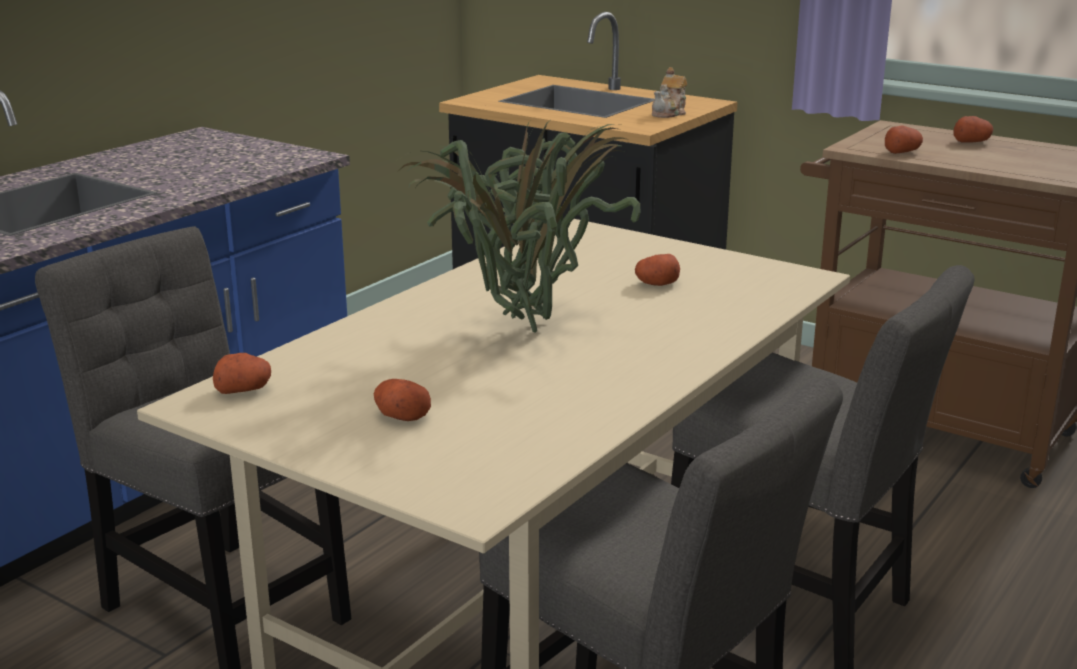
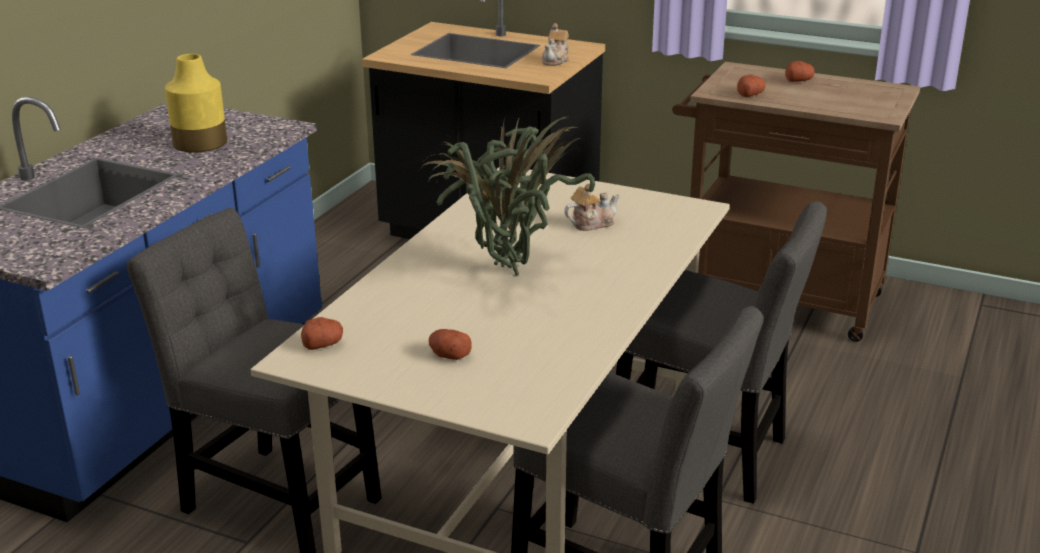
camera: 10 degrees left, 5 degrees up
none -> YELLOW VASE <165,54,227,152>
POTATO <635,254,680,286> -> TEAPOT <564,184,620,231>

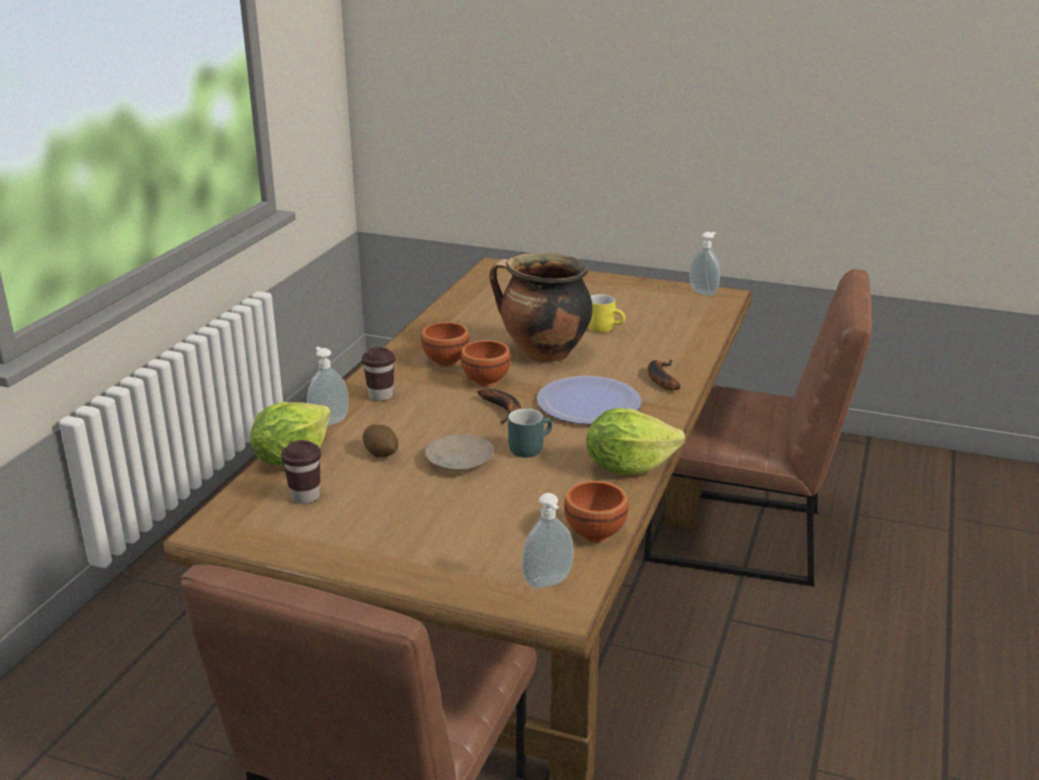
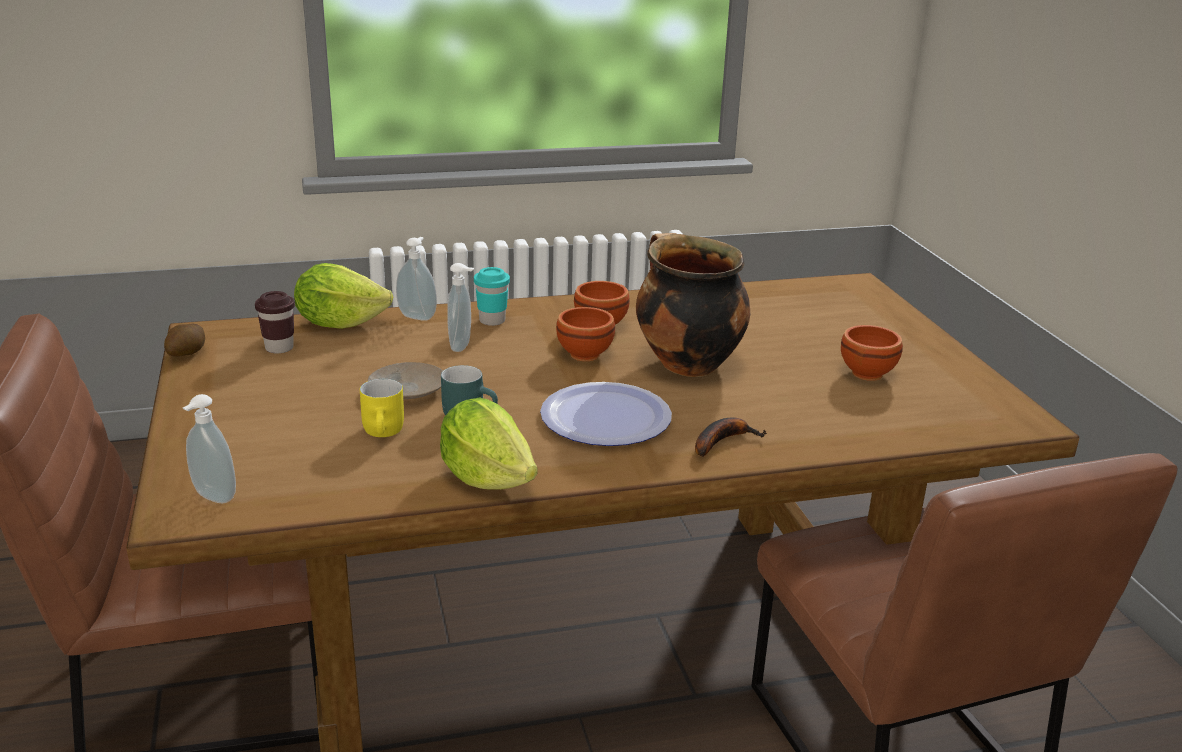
camera: 55 degrees right, 0 degrees up
BANANA <478,389,521,424> -> none
POTATO <363,425,398,458> -> POTATO <164,324,205,357>, relocated
BROWN BOWL <564,481,629,543> -> BROWN BOWL <841,325,903,381>, relocated
YELLOW MUG <588,294,625,333> -> YELLOW MUG <360,379,404,437>, relocated
SOAP DISPENSER <690,232,720,296> -> SOAP DISPENSER <447,263,474,352>, relocated
BROWN CUP <362,347,395,401> -> TURQUOISE CUP <474,267,510,326>

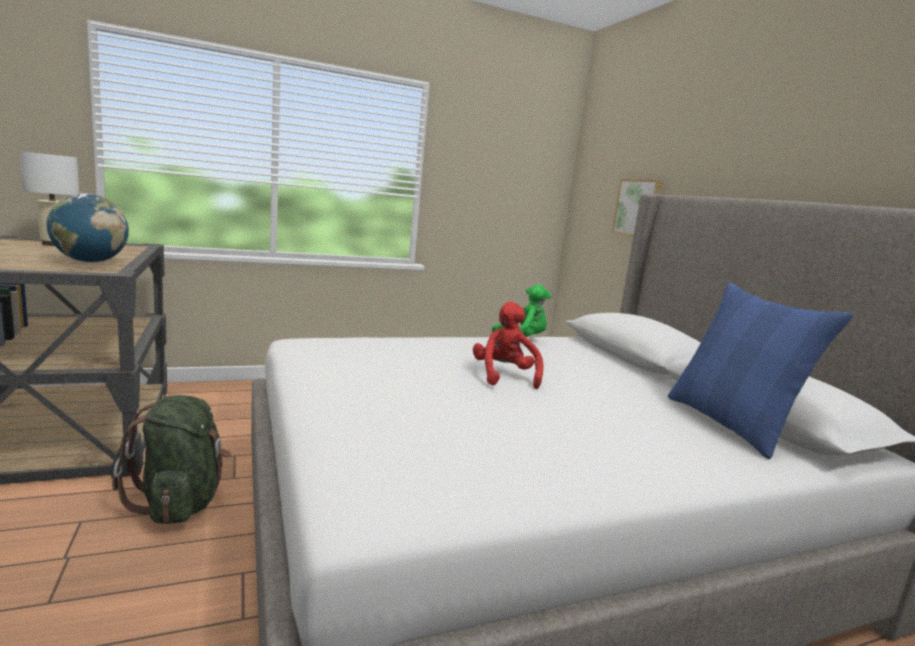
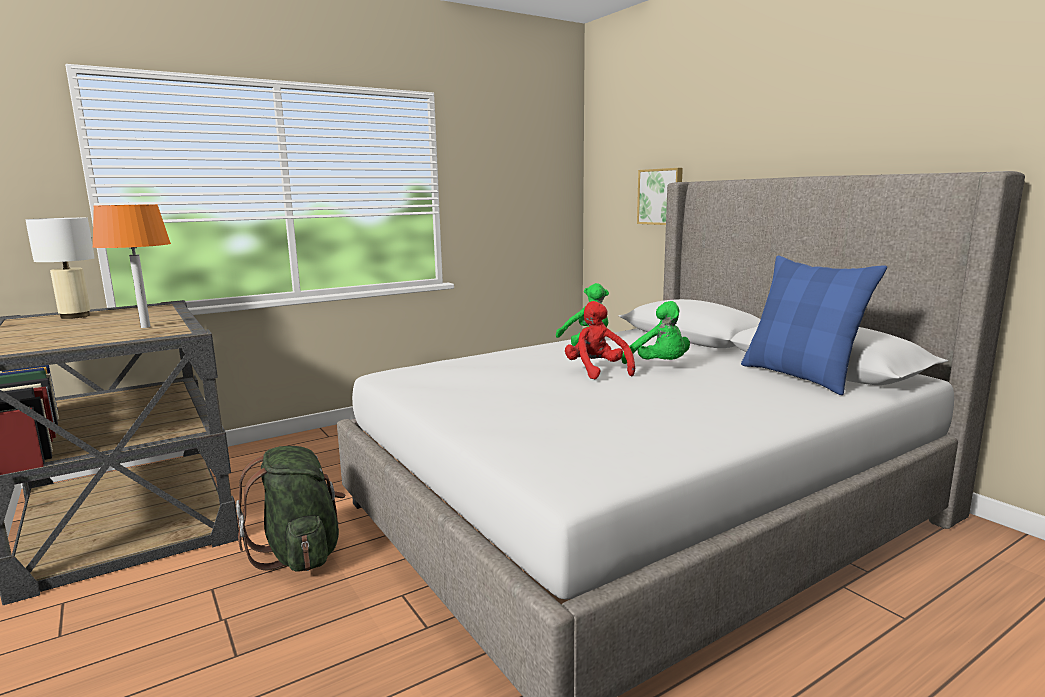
camera: 10 degrees left, 0 degrees up
none -> GREEN PLUSH TOY <621,301,690,364>
GLOBE <47,193,129,262> -> ORANGE TABLE LAMP <92,204,171,328>

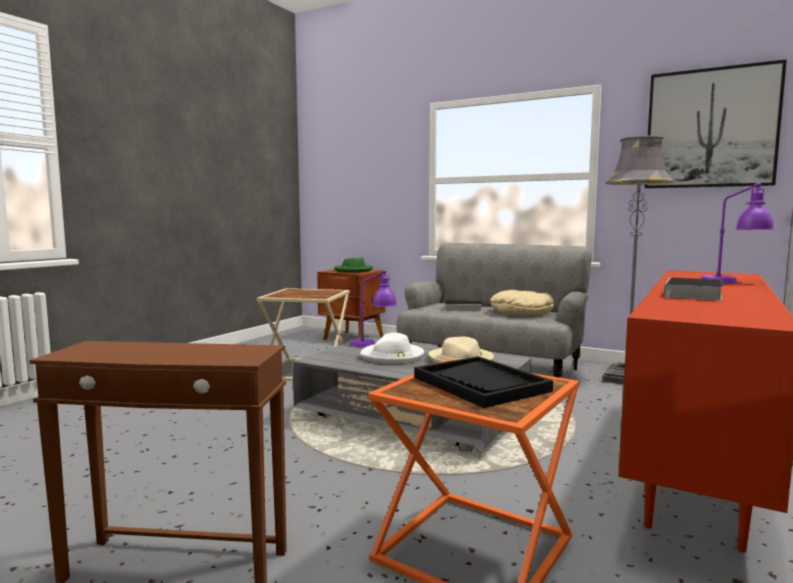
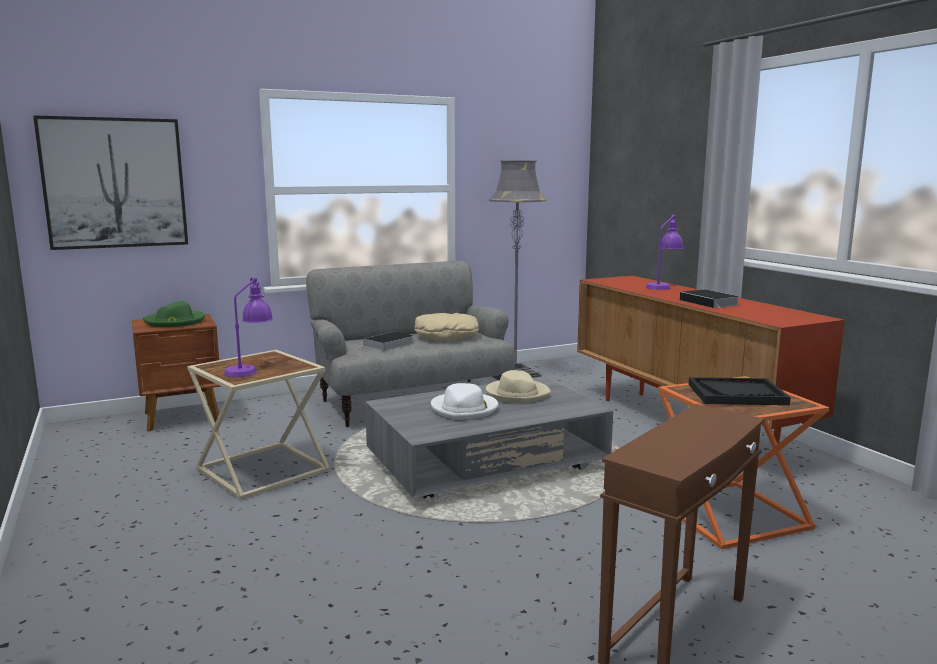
camera: 55 degrees left, 5 degrees up
PURPLE TABLE LAMP <350,270,397,348> -> PURPLE TABLE LAMP <224,277,273,377>, relocated
PICTURE <645,59,787,188> -> PICTURE <33,115,188,250>, relocated

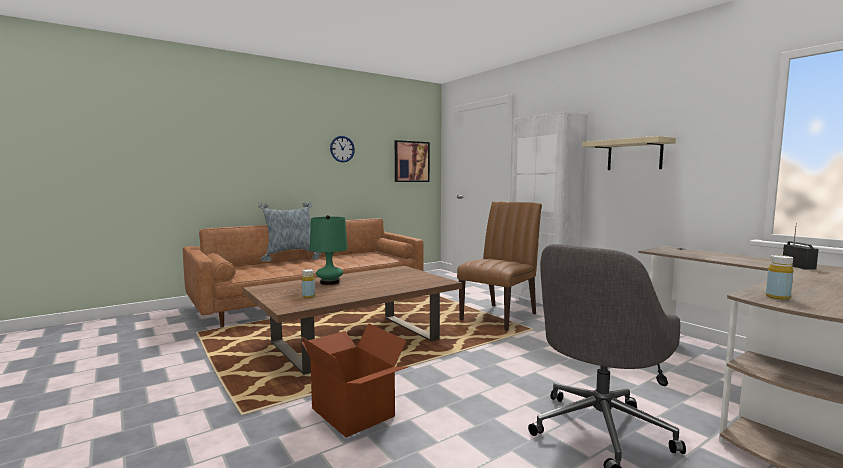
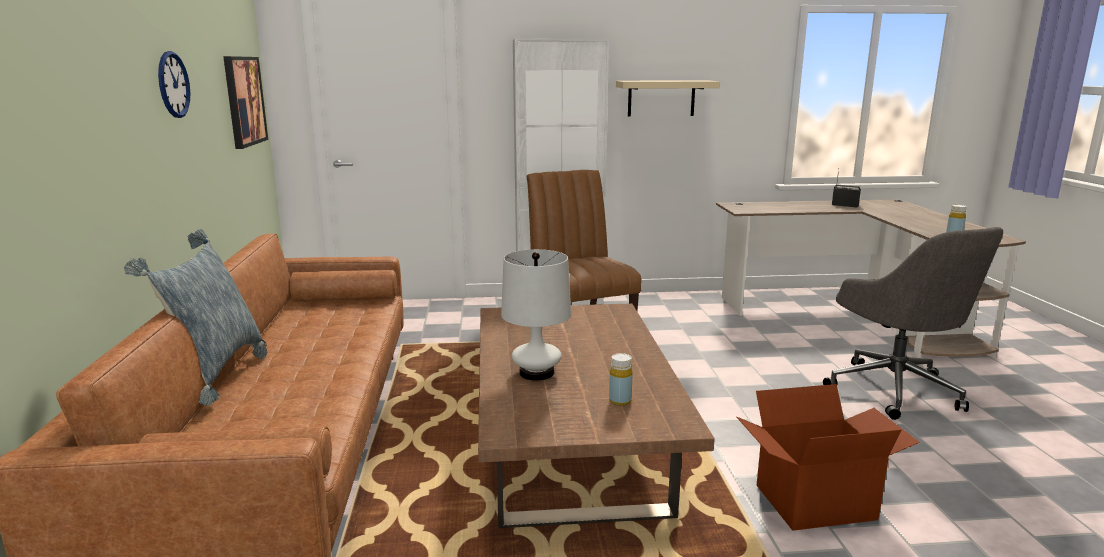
camera: 60 degrees left, 10 degrees up
GREEN TABLE LAMP <310,215,348,285> -> WHITE TABLE LAMP <501,249,571,381>

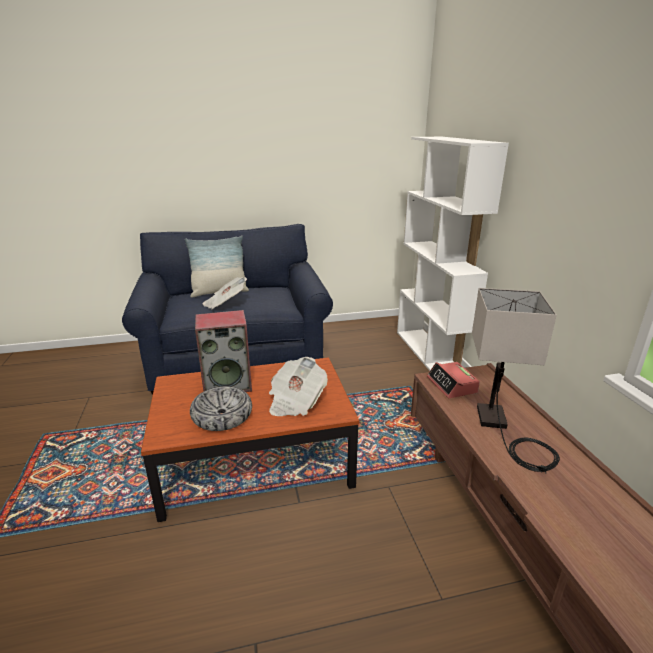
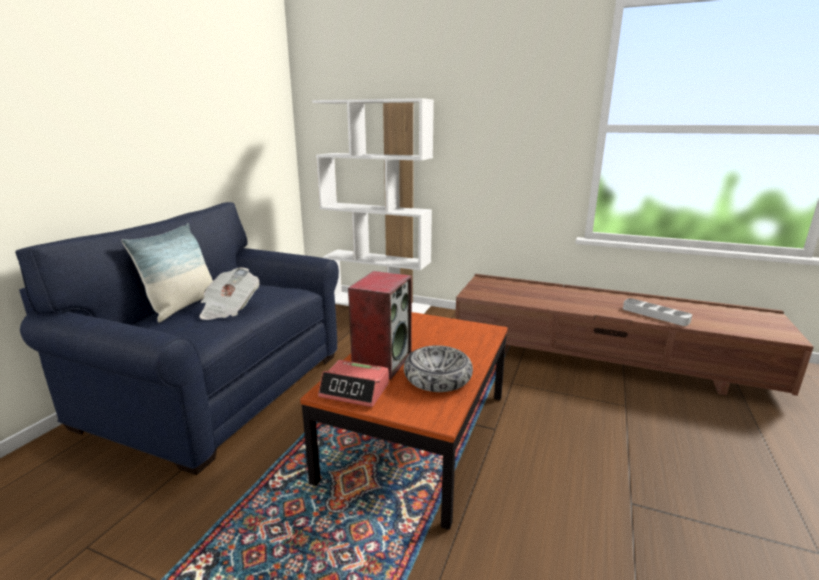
camera: 55 degrees left, 5 degrees down
NEWSPAPER <269,357,328,416> -> none
TABLE LAMP <472,288,560,474> -> none
none -> GREY TRAY <623,298,692,326>
ALARM CLOCK <427,362,480,398> -> ALARM CLOCK <318,360,389,407>, relocated

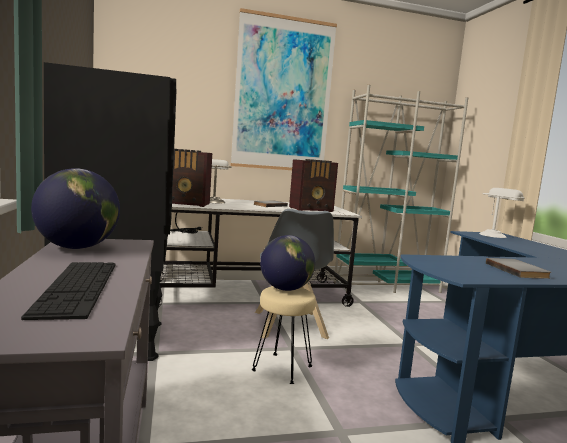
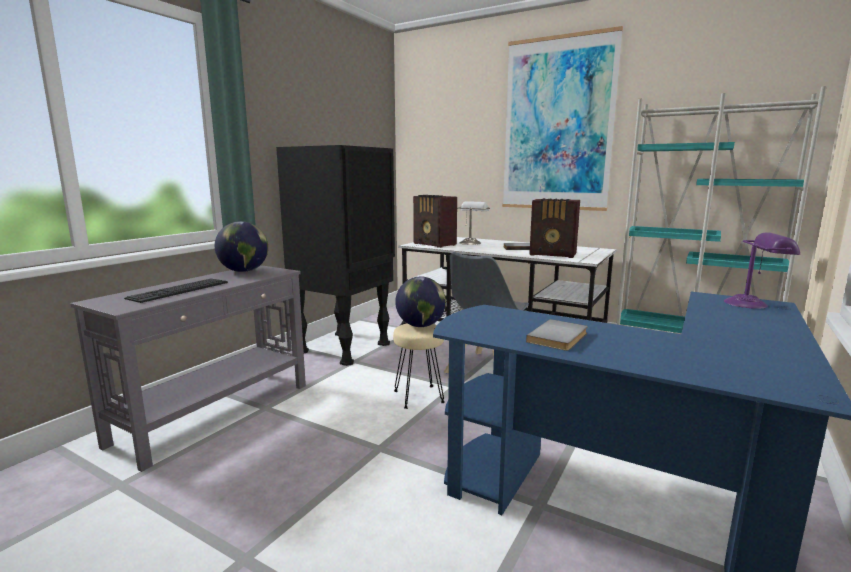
camera: 45 degrees right, 5 degrees up
WHITE TABLE LAMP <479,188,525,238> -> PURPLE TABLE LAMP <724,232,800,309>

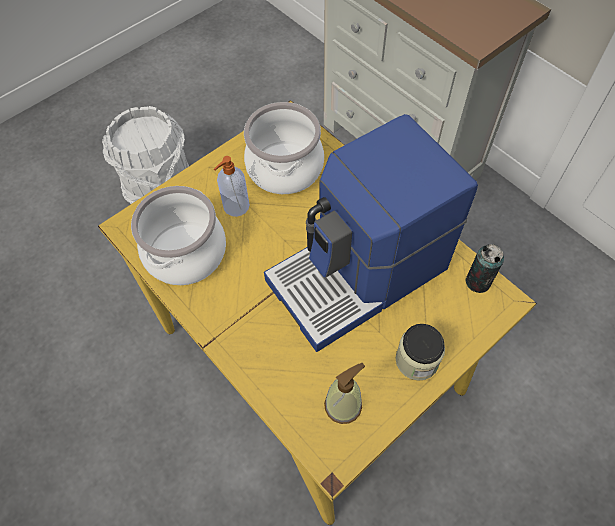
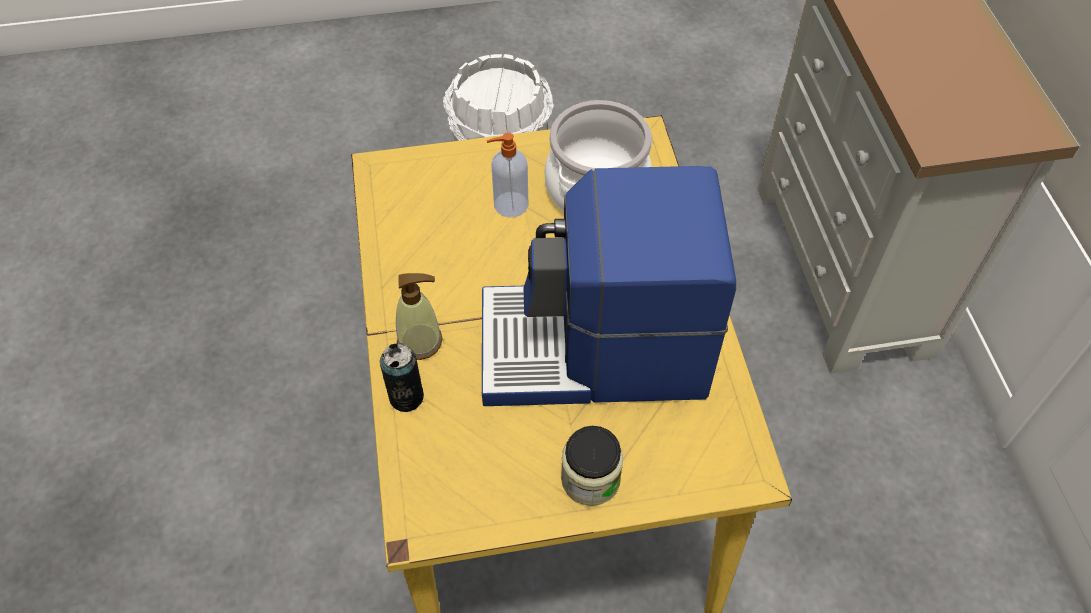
camera: 30 degrees right, 5 degrees down
COOKING POT <131,186,226,285> -> none
SOAP DISPENSER <324,363,365,424> -> SOAP DISPENSER <396,273,443,360>, relocated
CAN <465,244,504,293> -> CAN <380,343,424,412>, relocated

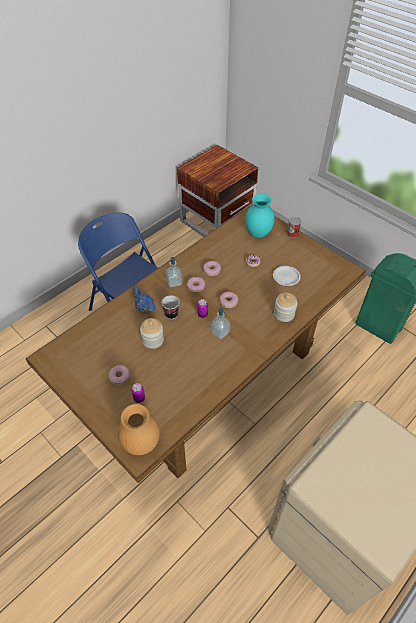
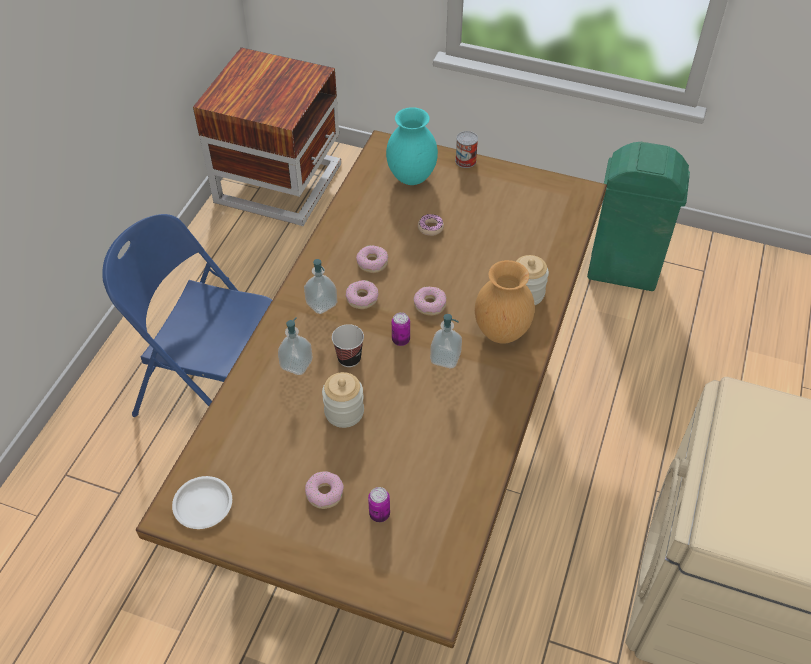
camera: 25 degrees left, 0 degrees up
BROWN VASE <118,404,160,455> -> BROWN VASE <475,260,535,344>, relocated
WHITE PLATE <273,266,301,286> -> WHITE PLATE <172,476,232,529>, relocated
BLUE TEAPOT <133,286,156,313> -> SOAP DISPENSER <278,318,312,375>

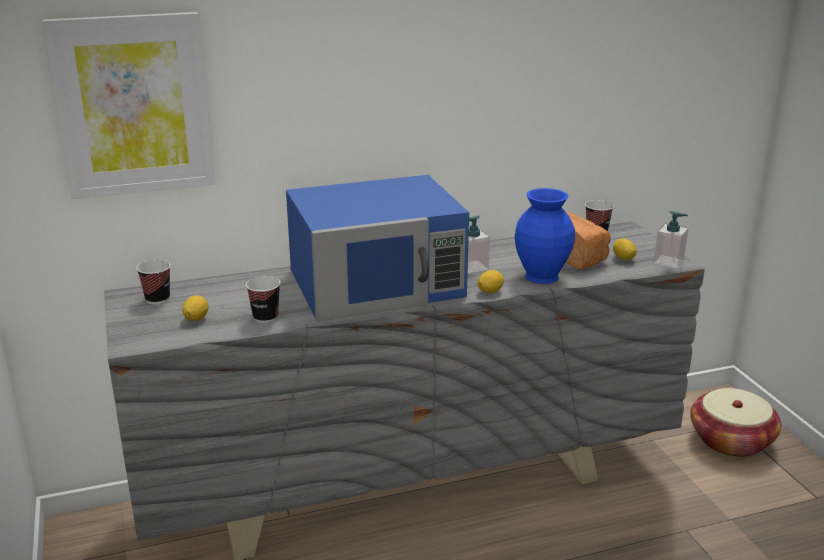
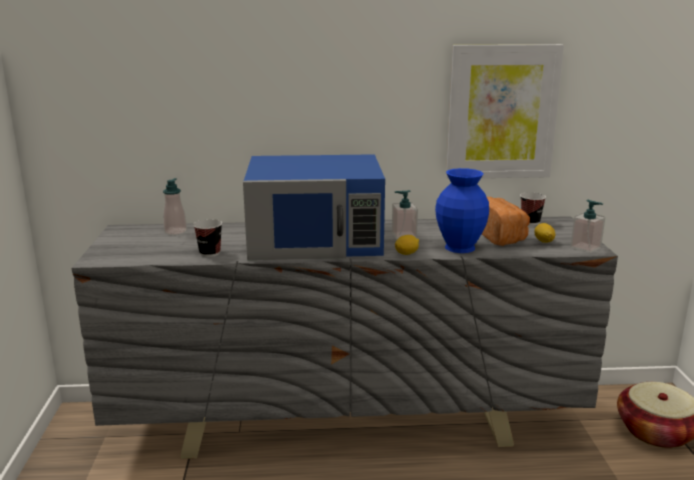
camera: 15 degrees right, 5 degrees down
CUP <136,260,170,304> -> none
LEMON <182,295,209,321> -> none
none -> SOAP DISPENSER <163,178,187,235>
PICTURE <42,12,215,199> -> PICTURE <446,44,564,179>, relocated

